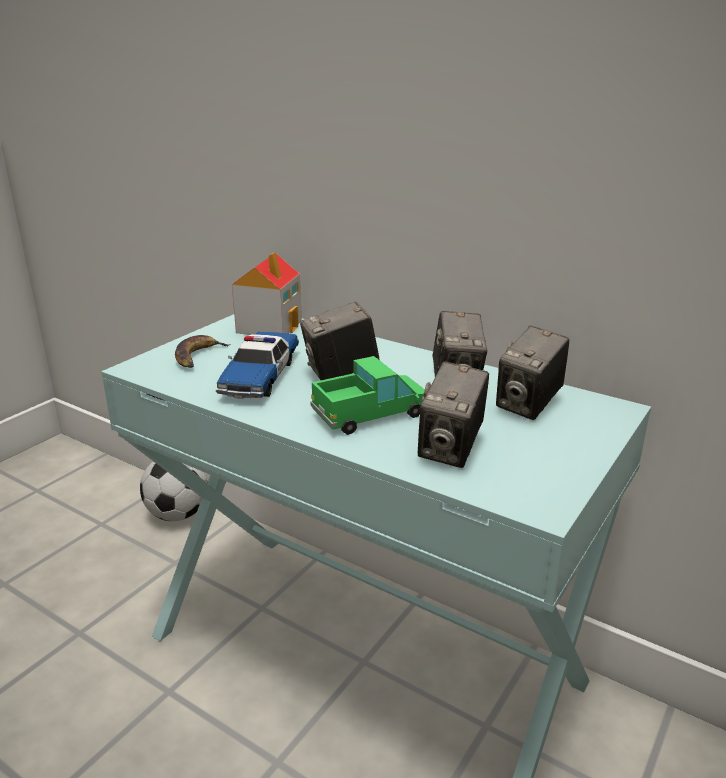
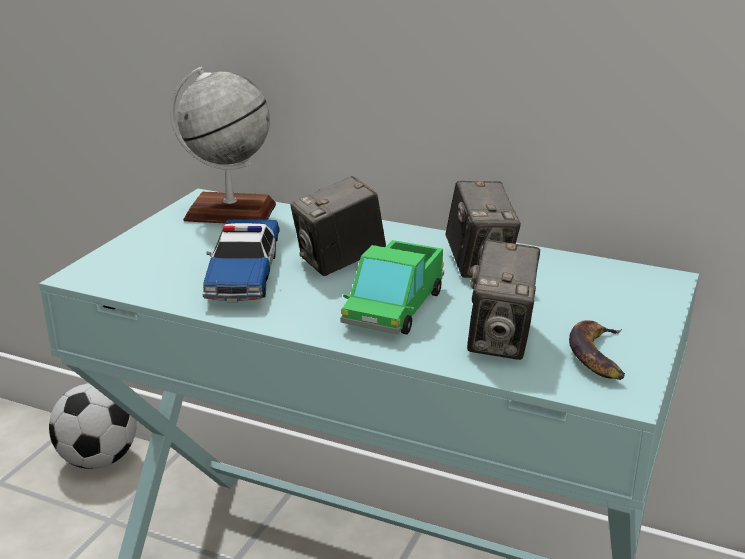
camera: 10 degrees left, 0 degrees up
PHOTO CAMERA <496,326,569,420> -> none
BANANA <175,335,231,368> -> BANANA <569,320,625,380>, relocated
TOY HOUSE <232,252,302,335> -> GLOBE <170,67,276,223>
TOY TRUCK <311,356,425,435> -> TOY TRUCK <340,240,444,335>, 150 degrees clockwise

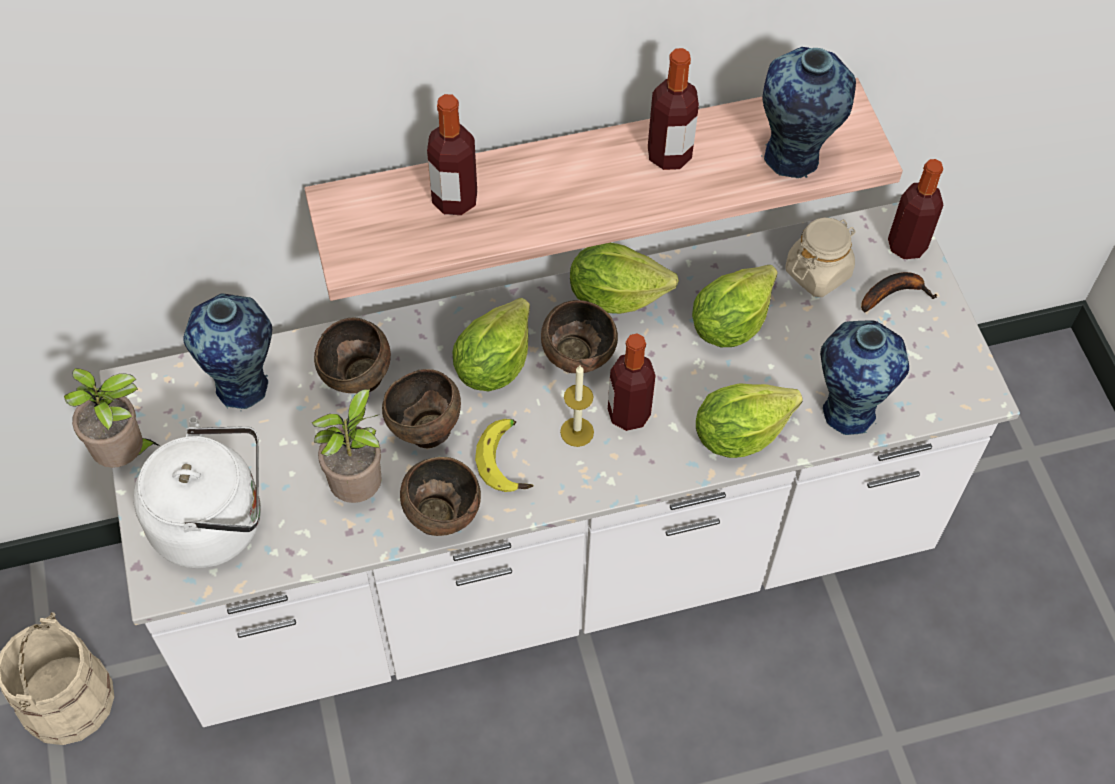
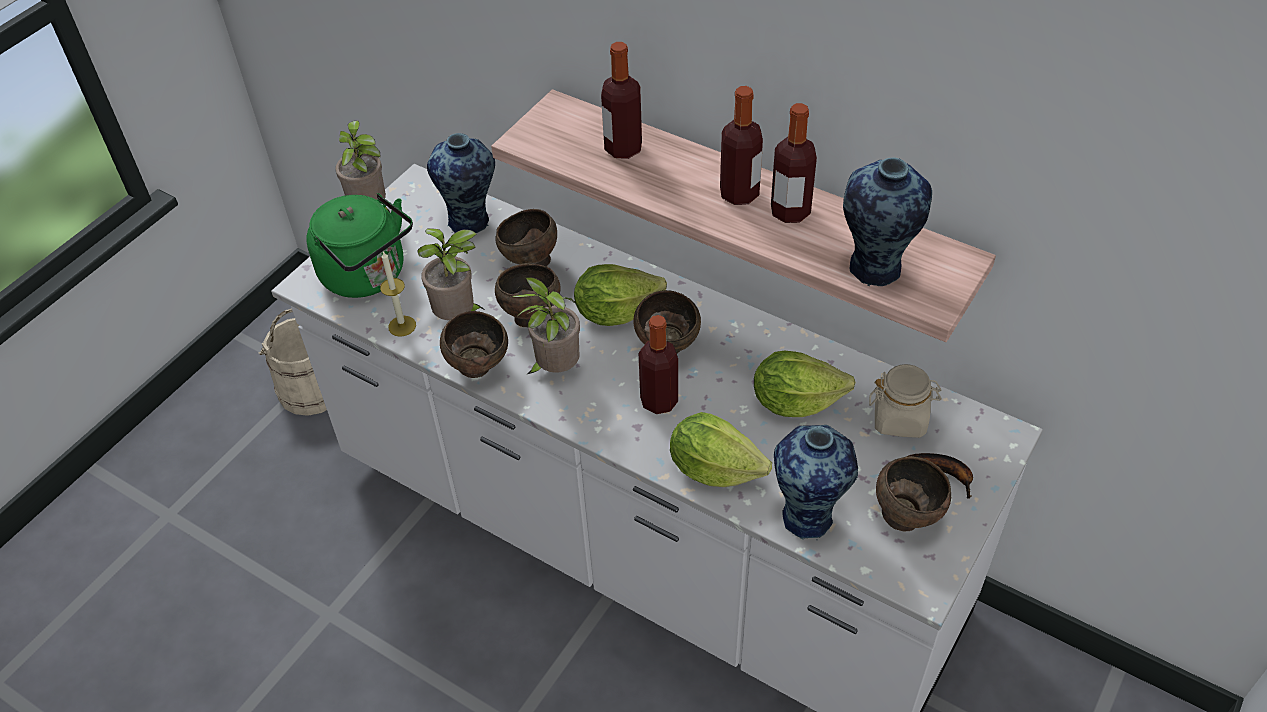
camera: 50 degrees right, 10 degrees down
LETTUCE <570,243,679,314> -> none
none -> BROWN BOWL <876,456,951,531>
CANDLE <560,366,594,447> -> CANDLE <380,251,416,337>, relocated
BOTTLE <888,159,944,259> -> BOTTLE <720,86,763,205>, relocated
BANANA <475,419,533,492> -> POTTED PLANT <511,277,580,374>
WHITE KETTLE <133,416,261,569> -> GREEN KETTLE <306,193,413,298>

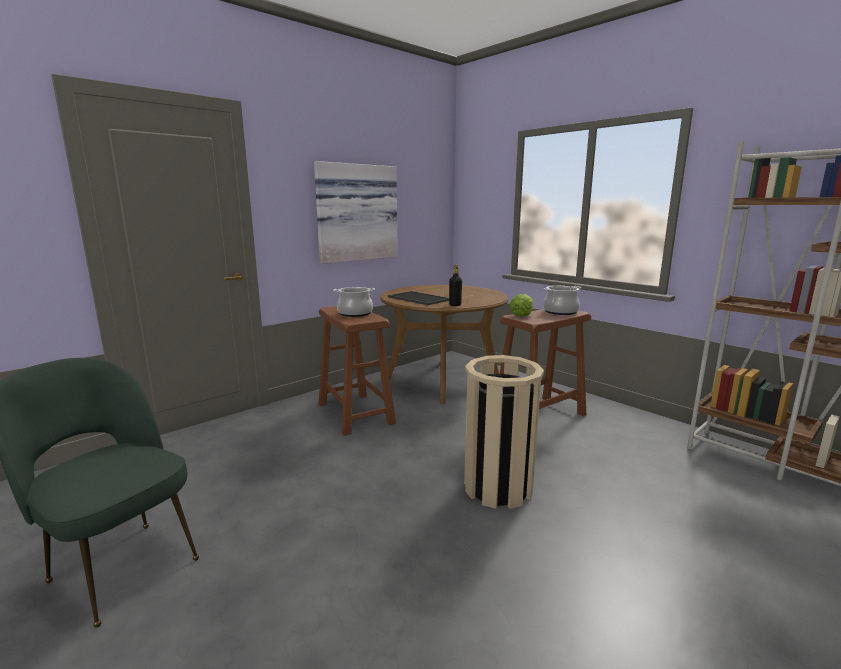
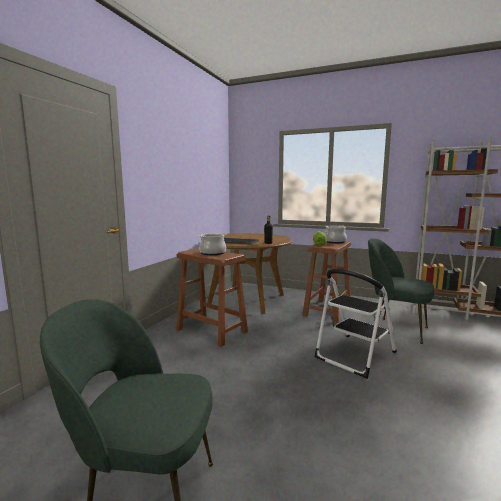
camera: 25 degrees left, 5 degrees down
PICTURE <314,161,398,264> -> none
none -> GREEN CHAIR <368,238,434,344>
BEIGE TRASH CAN <464,355,544,509> -> STEP LADDER <315,269,396,379>

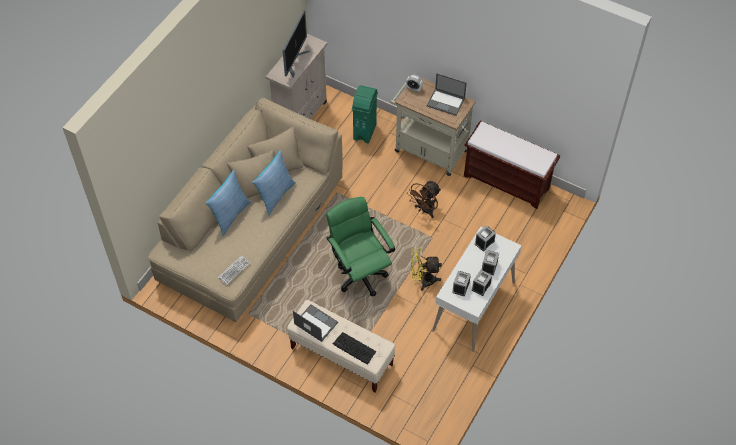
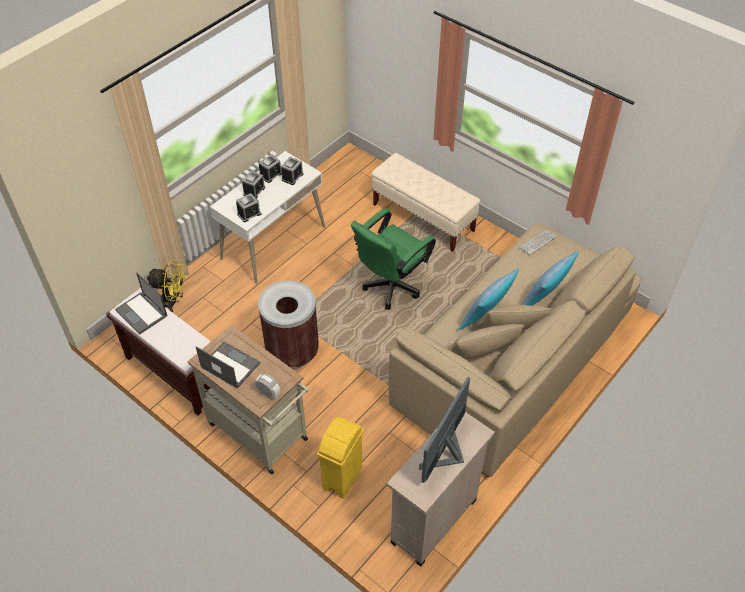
camera: 170 degrees left, 5 degrees down
KEYBOARD <333,332,376,364> -> none
LAPTOP <293,304,338,342> -> LAPTOP <115,272,167,334>, relocated
YELLOW FAN <411,248,442,291> -> YELLOW FAN <147,260,187,313>, relocated
BROWN FAN <407,181,441,218> -> BROWN TRASH CAN <258,280,319,369>
GREEN TRASH CAN <352,85,378,143> -> YELLOW TRASH CAN <317,417,364,499>
GREEN OFFICE CHAIR <326,197,395,297> -> GREEN OFFICE CHAIR <351,208,436,310>, 60 degrees clockwise

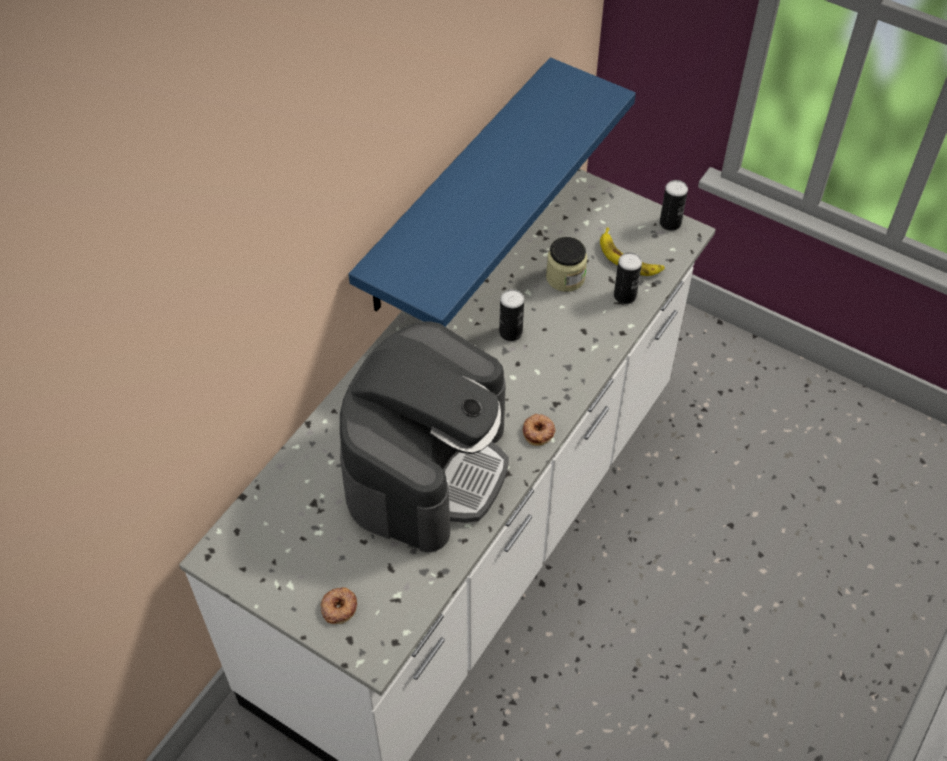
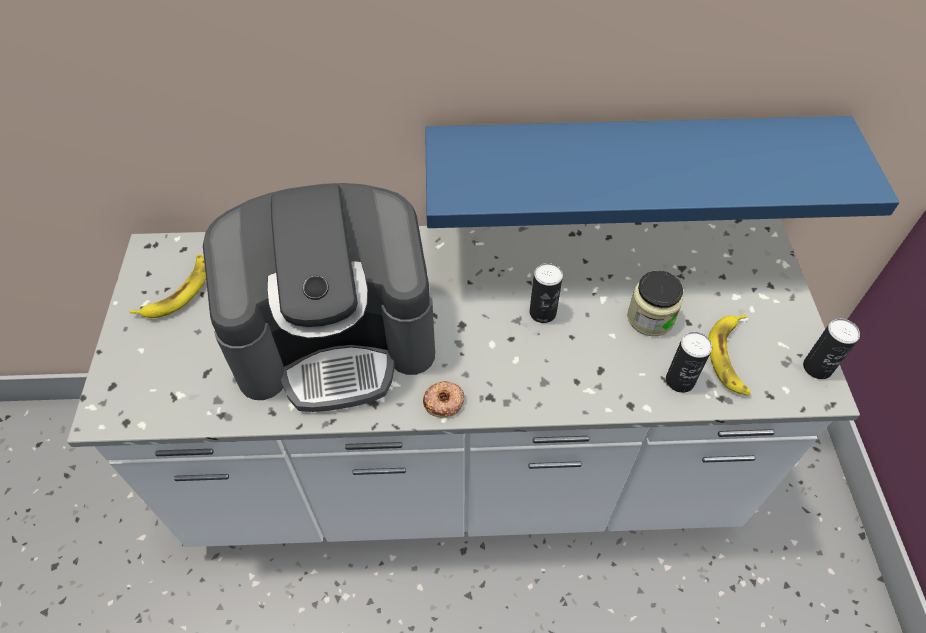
camera: 55 degrees right, 0 degrees up
DONUT <320,587,357,624> -> none
none -> BANANA <130,254,206,318>

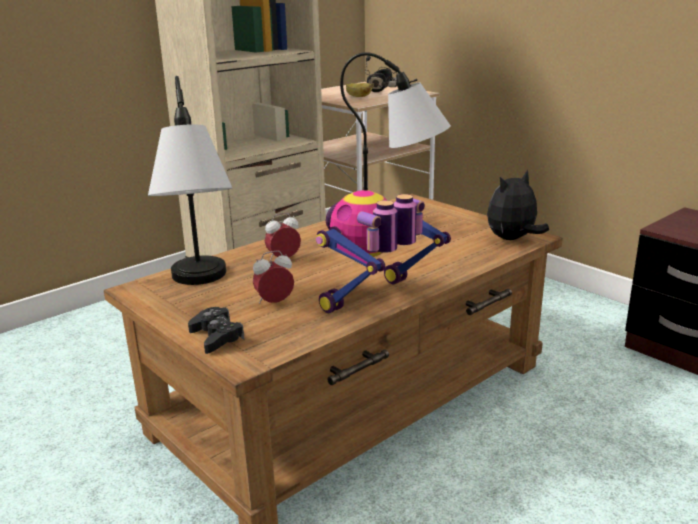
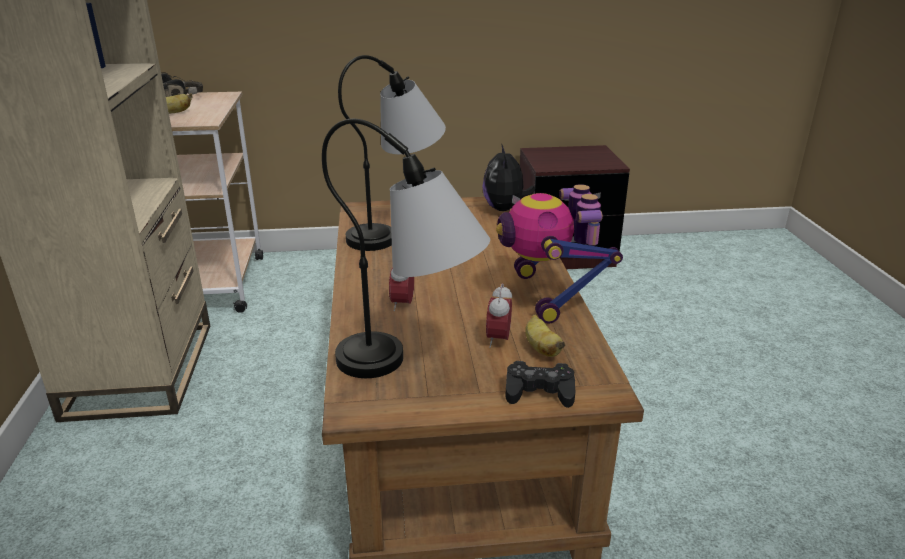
camera: 55 degrees left, 5 degrees up
none -> BANANA <525,314,565,357>

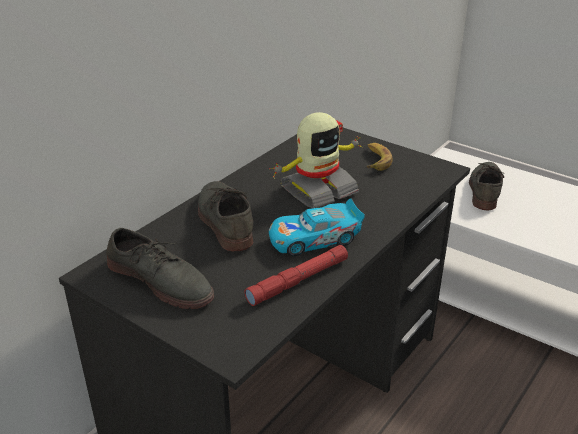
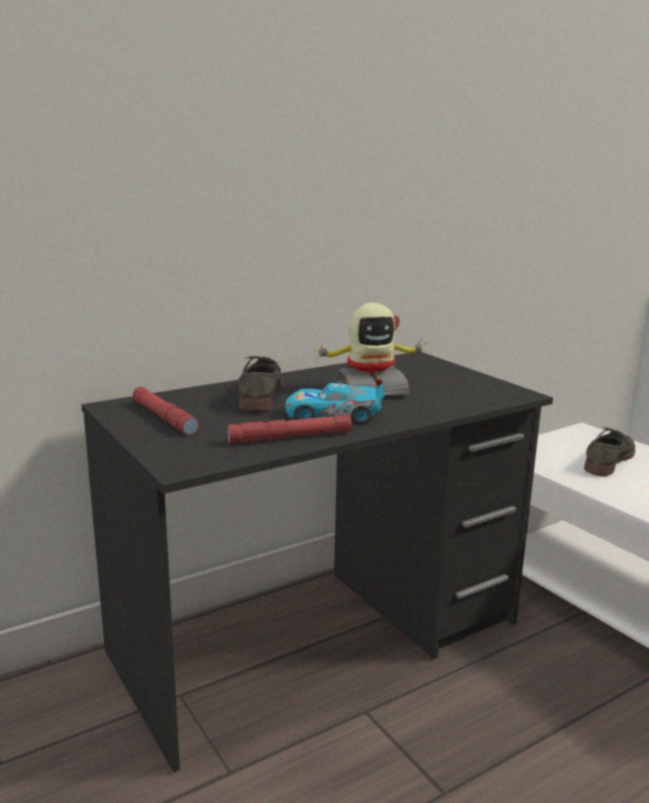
camera: 20 degrees right, 15 degrees down
BANANA <367,143,393,171> -> none
GREY SHOE <106,228,214,309> -> RED FLASHLIGHT <133,387,200,435>

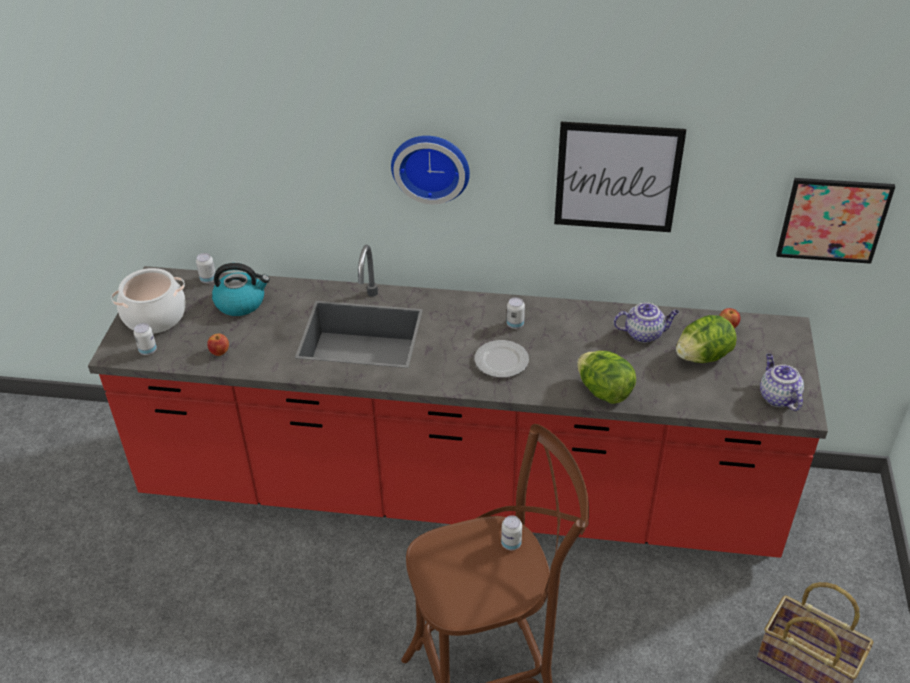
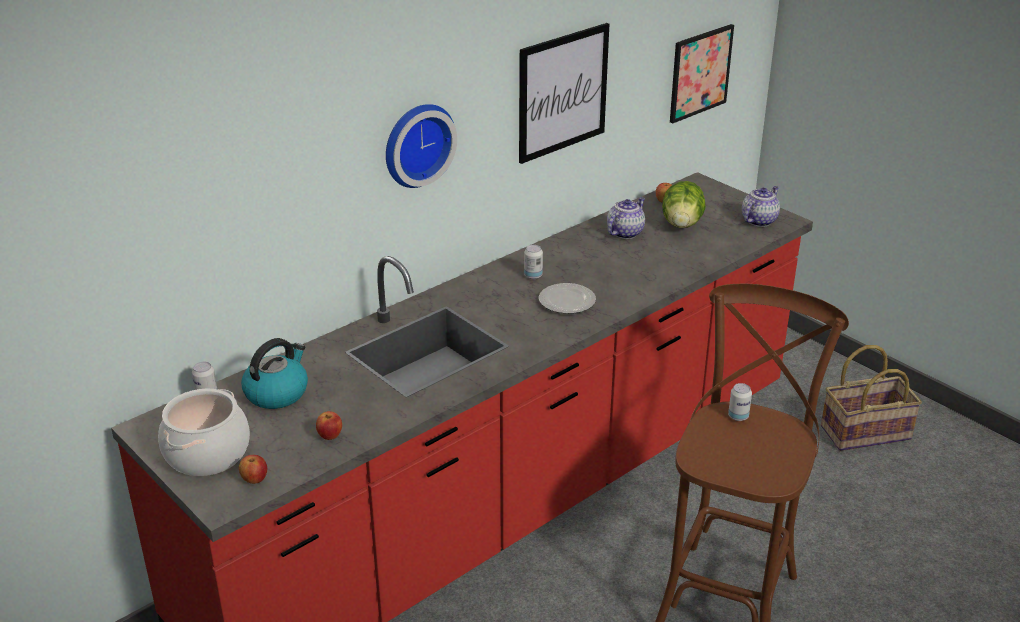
camera: 50 degrees left, 10 degrees down
LETTUCE <577,351,636,404> -> none
CAN <133,323,157,355> -> APPLE <239,455,267,484>
TEAPOT <760,354,804,411> -> TEAPOT <742,186,780,227>, 105 degrees clockwise

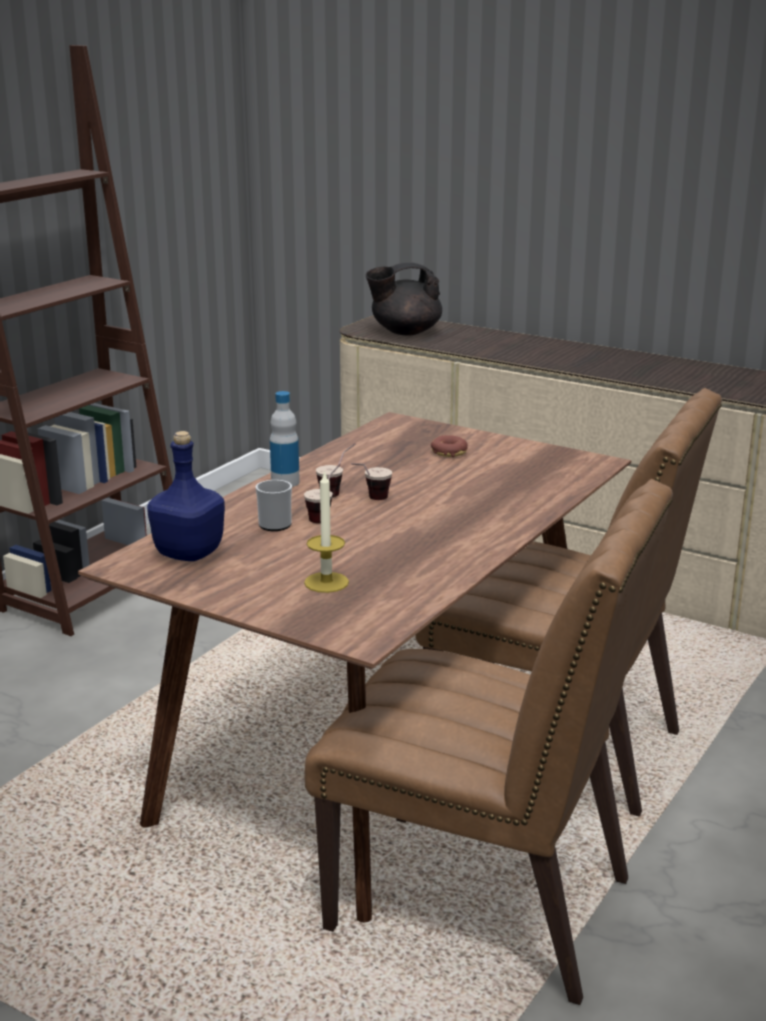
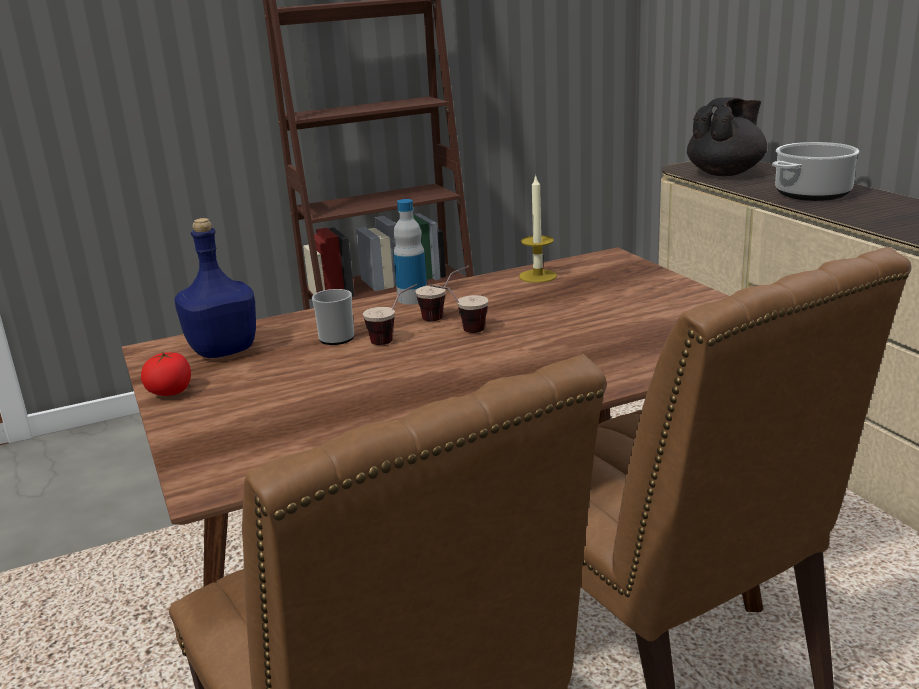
camera: 35 degrees right, 0 degrees up
DONUT <431,435,468,457> -> none
none -> TOMATO <141,352,191,396>
none -> COOKING POT <772,142,859,201>
CANDLE <304,470,349,593> -> CANDLE <519,175,557,283>, relocated
BLACK TEAPOT <366,263,442,335> -> BLACK TEAPOT <687,97,767,176>, 120 degrees clockwise

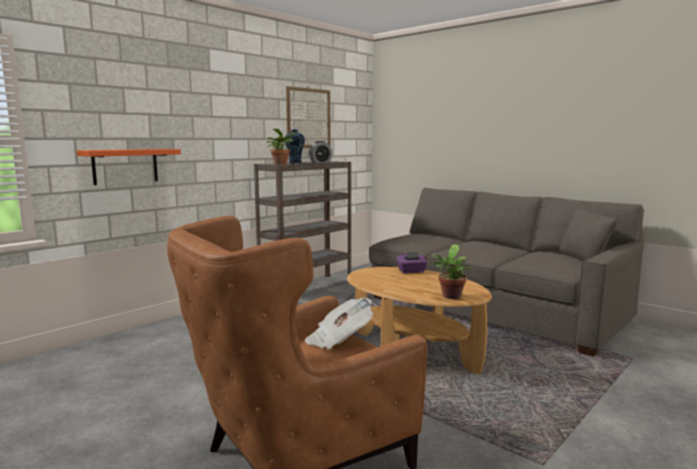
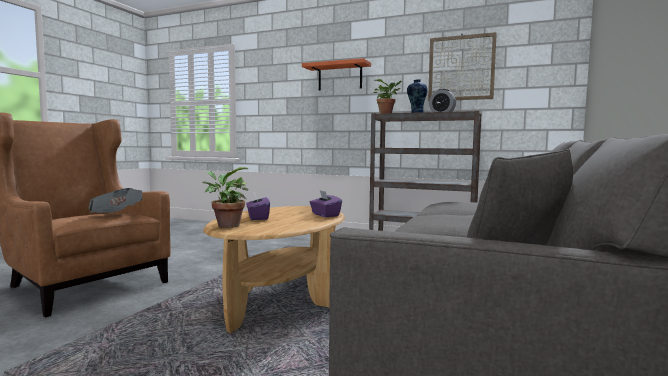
camera: 70 degrees right, 5 degrees down
none -> PURPLE TISSUE BOX <246,192,270,220>
ORANGE SHELF <77,149,181,185> -> ORANGE SHELF <302,58,371,91>, relocated

